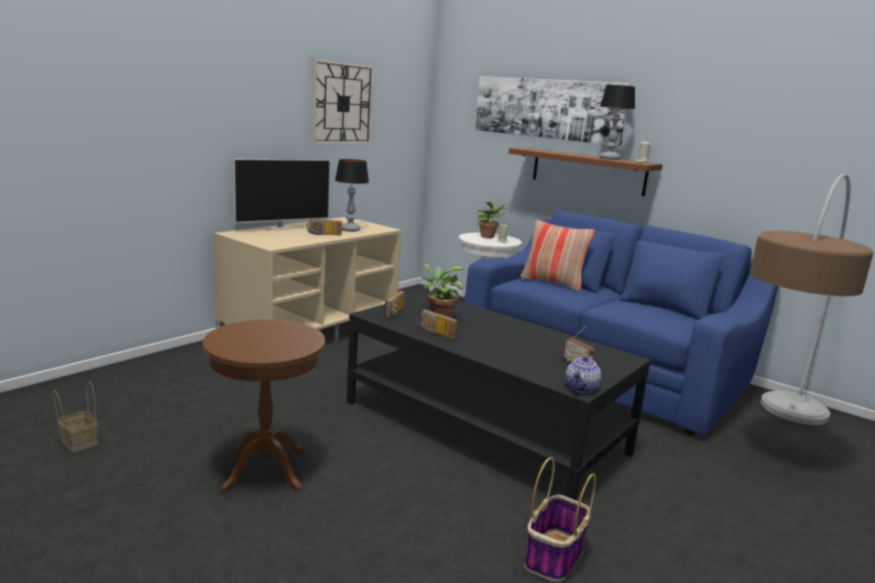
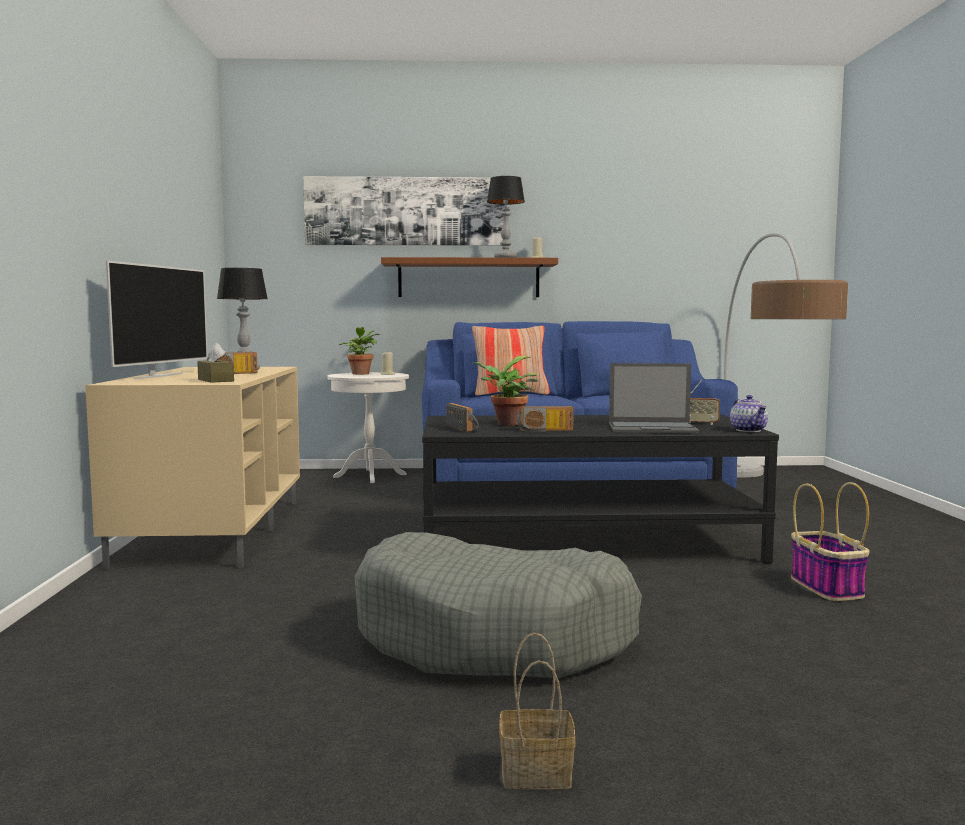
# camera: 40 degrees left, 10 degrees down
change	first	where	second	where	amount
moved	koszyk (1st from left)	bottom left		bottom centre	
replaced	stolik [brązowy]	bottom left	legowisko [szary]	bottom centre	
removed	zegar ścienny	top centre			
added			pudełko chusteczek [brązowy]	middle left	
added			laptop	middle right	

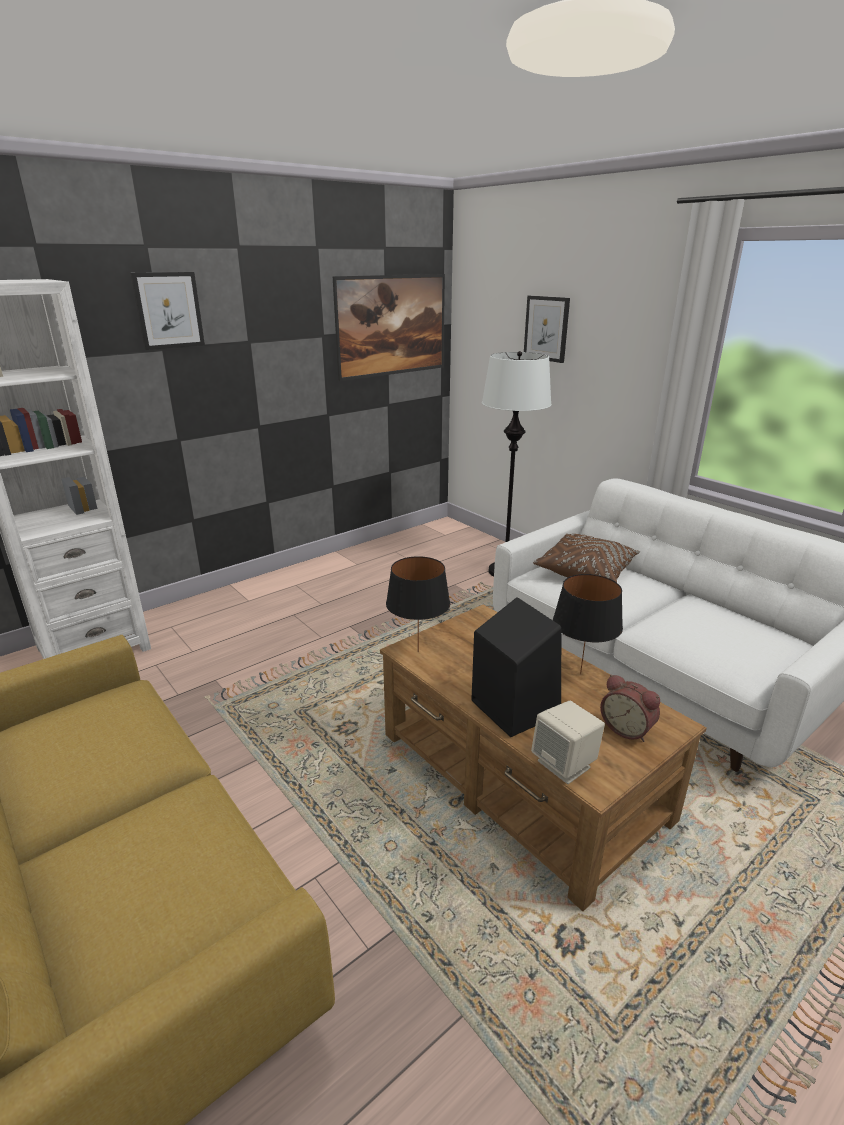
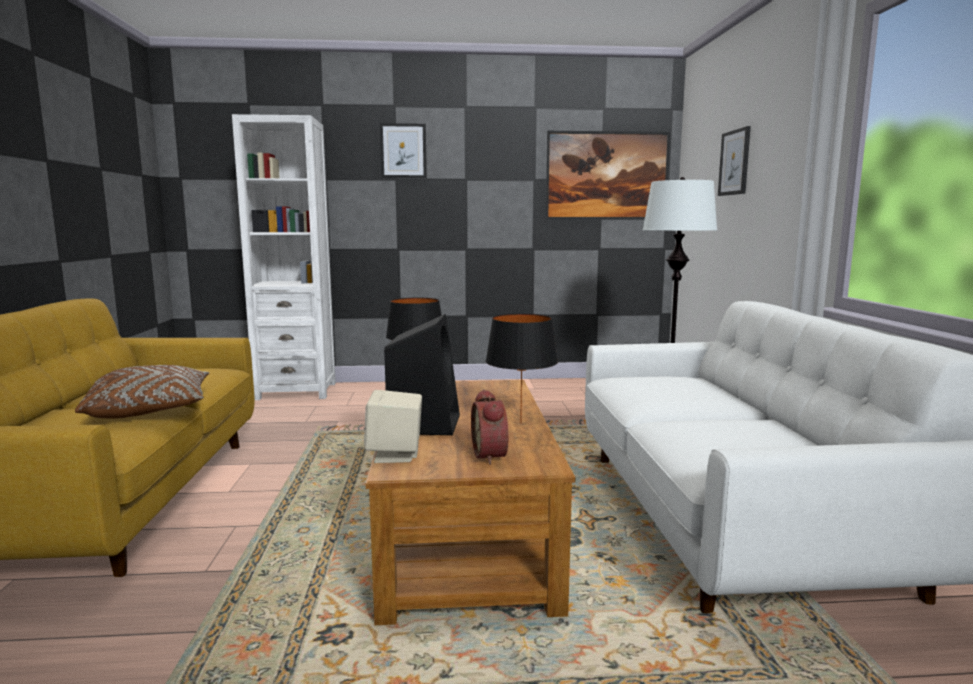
# camera: 35 degrees right, 15 degrees down
change	first	where	second	where	amount
moved	poduszka [brązowy]	middle right		middle left	

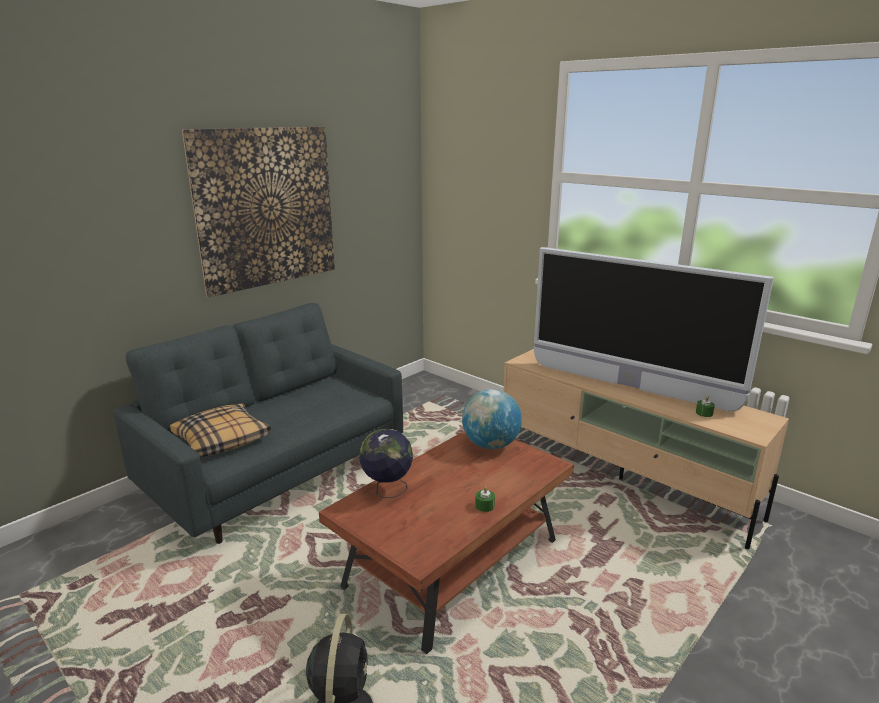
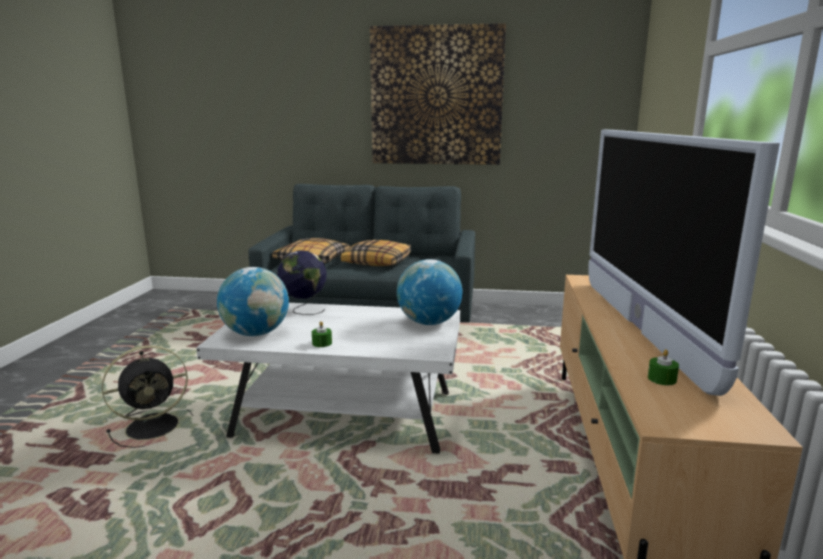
# camera: 55 degrees right, 5 degrees down
change	first	where	second	where	amount
recoloured	ława [brązowy]	bottom centre	ława [biały]	bottom centre	
added			globus (1st from left)	middle left	
added			poduszka (2nd from left)	centre	

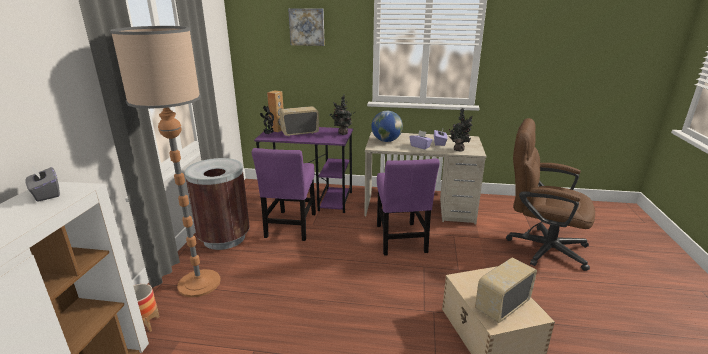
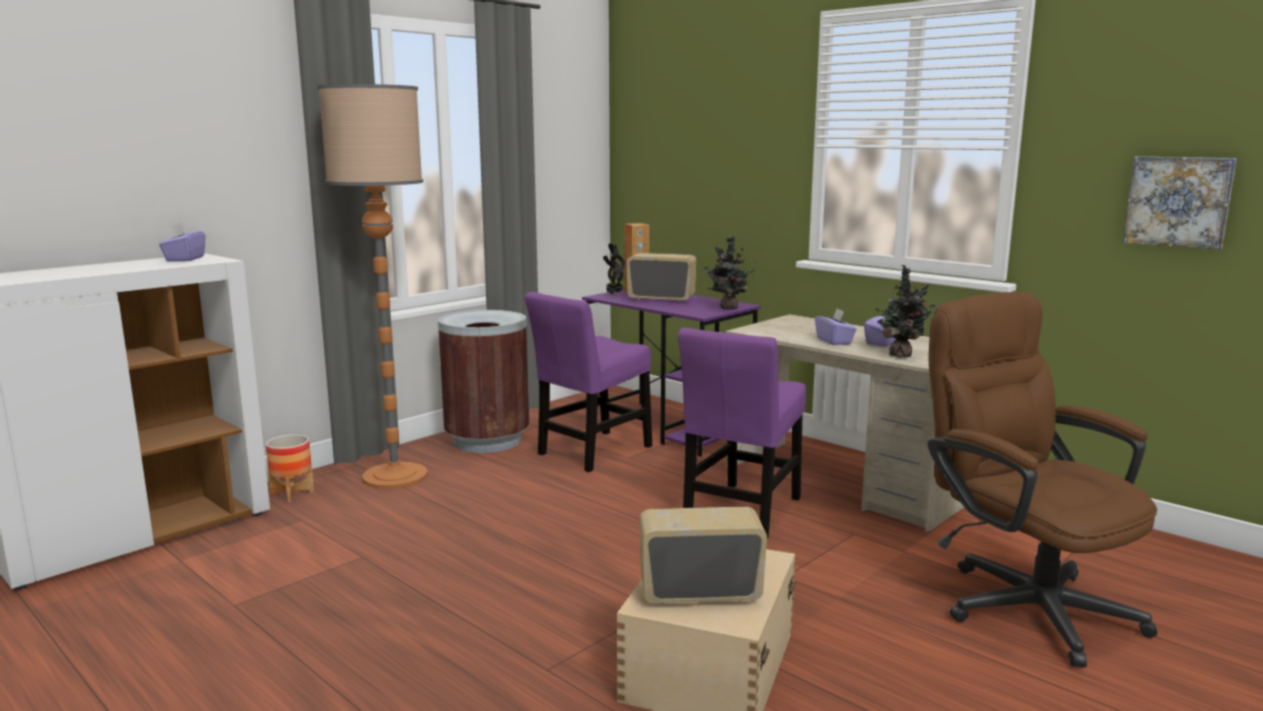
# camera: 35 degrees right, 10 degrees down
change	first	where	second	where	amount
recoloured	pudełko chusteczek [szary]	middle left	pudełko chusteczek [fioletowy] (1st from left)	middle left	
moved	obraz	top centre		top right	
removed	globus	centre			

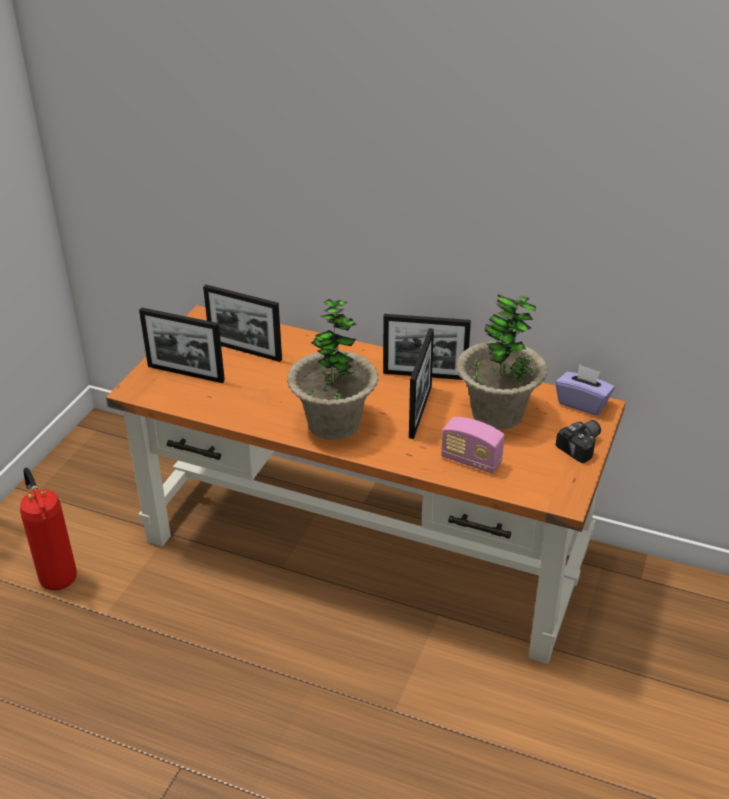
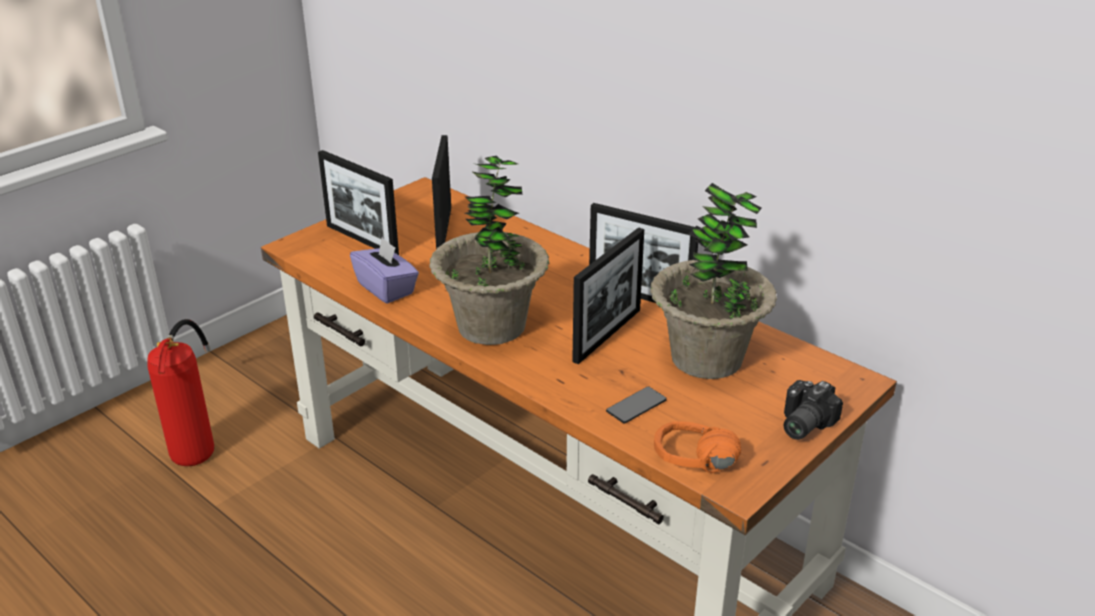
# camera: 20 degrees right, 5 degrees down
change	first	where	second	where	amount
turned	ramka na zdjęcie (2nd from left)	middle left		top centre	45 degrees clockwise
replaced	radio	centre	telefon	centre	
moved	pudełko chusteczek [fioletowy]	middle right		centre	
turned	aparat fotograficzny	middle right		middle right	150 degrees clockwise
added			słuchawki [pomarańczowy]	bottom centre	

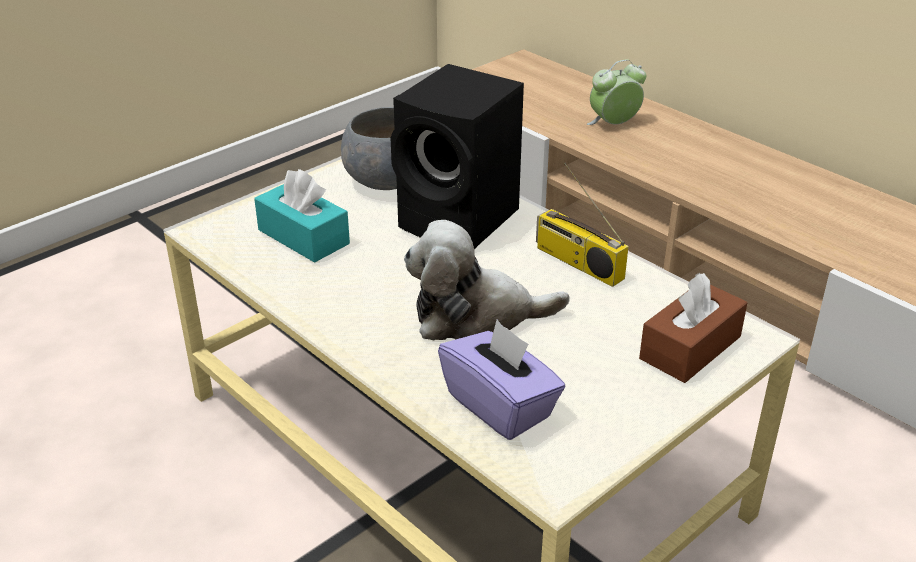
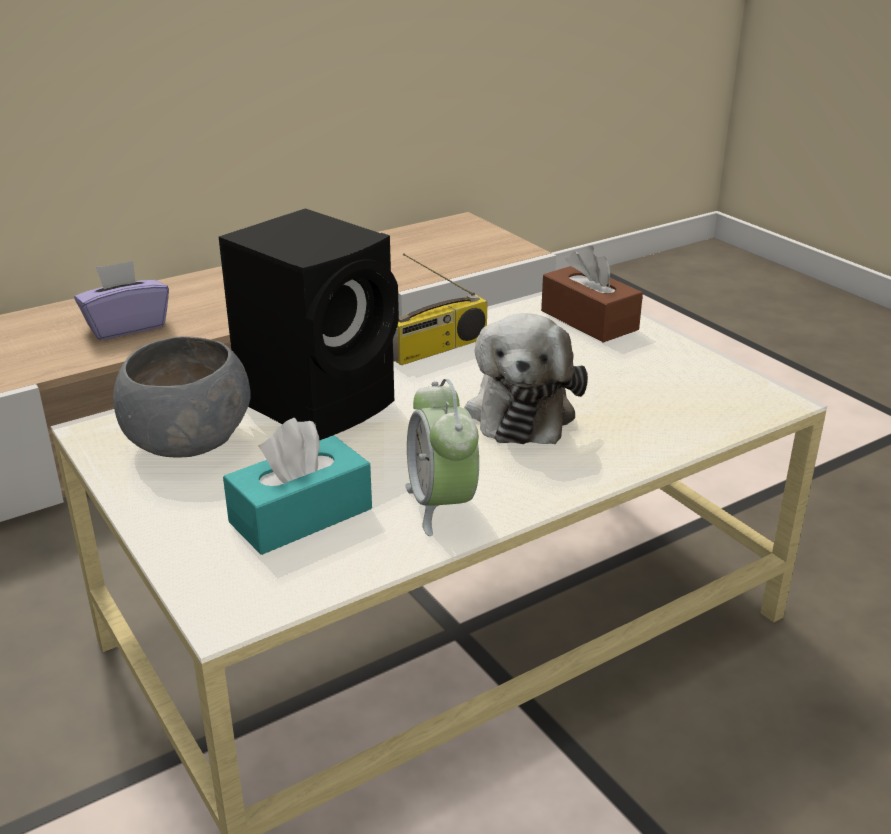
# camera: 80 degrees left, 5 degrees down
change	first	where	second	where	amount
moved	pudełko chusteczek [fioletowy]	bottom centre		middle left	
moved	budzik	top right		centre	

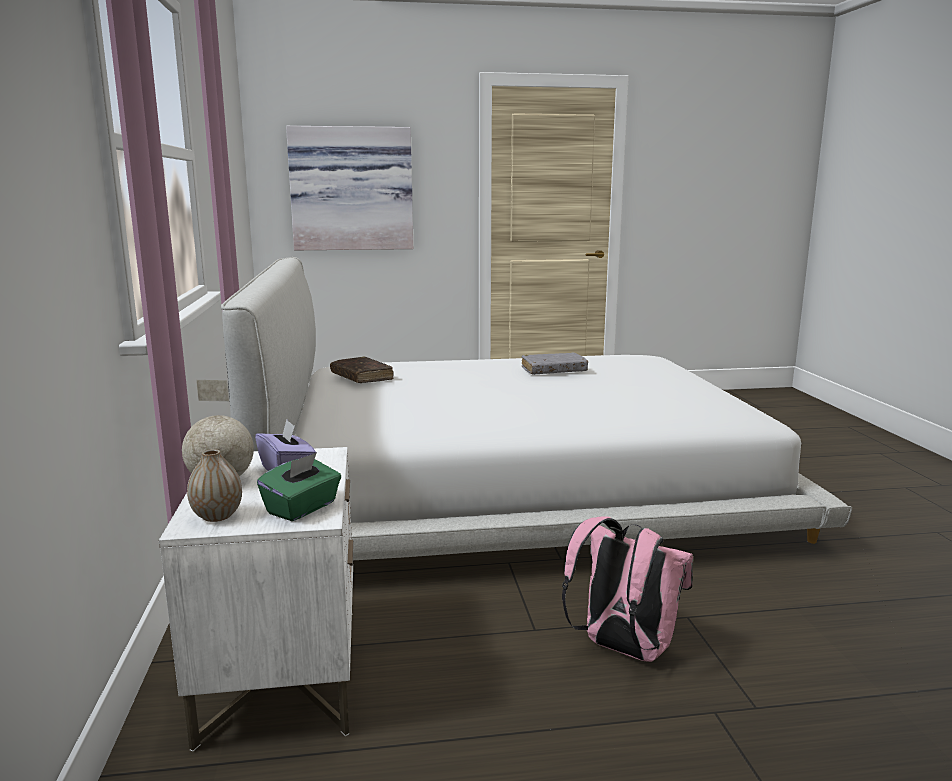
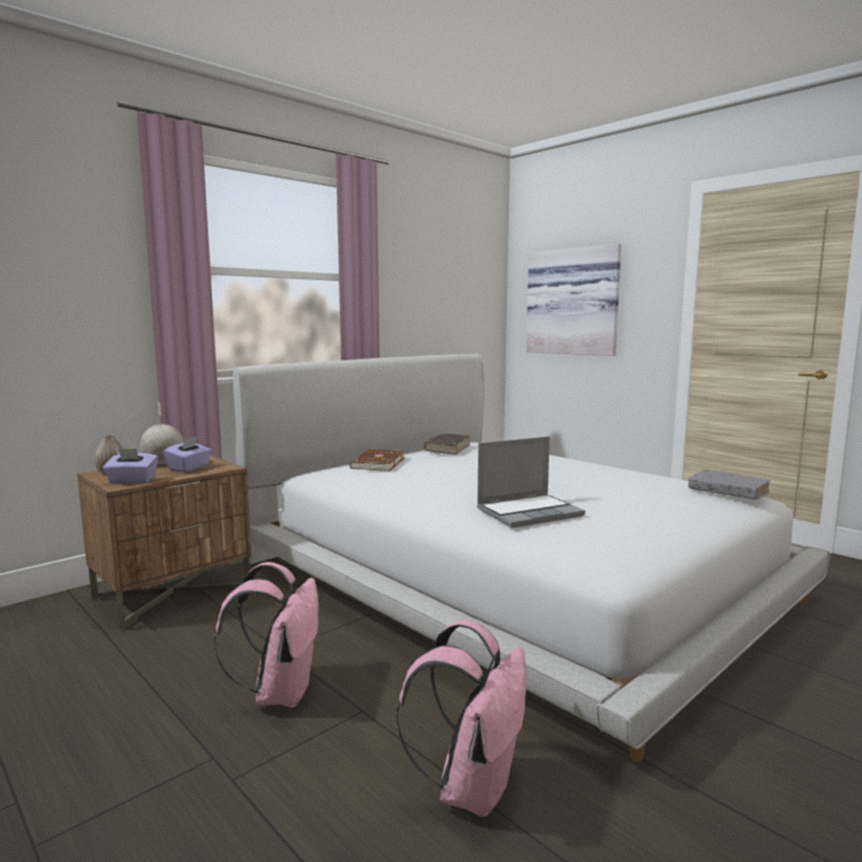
# camera: 55 degrees right, 5 degrees down
change	first	where	second	where	amount
recoloured	szafka nocna [biały]	bottom left	szafka nocna [brązowy]	middle left	
recoloured	pudełko chusteczek [zielony]	middle left	pudełko chusteczek [fioletowy] (1st from left)	middle left	
moved	książka [szary]	centre		middle right	
added			książka [brązowy] (1st from left)	centre	
added			plecak [różowy] (2nd from left)	bottom centre	
added			laptop	centre	

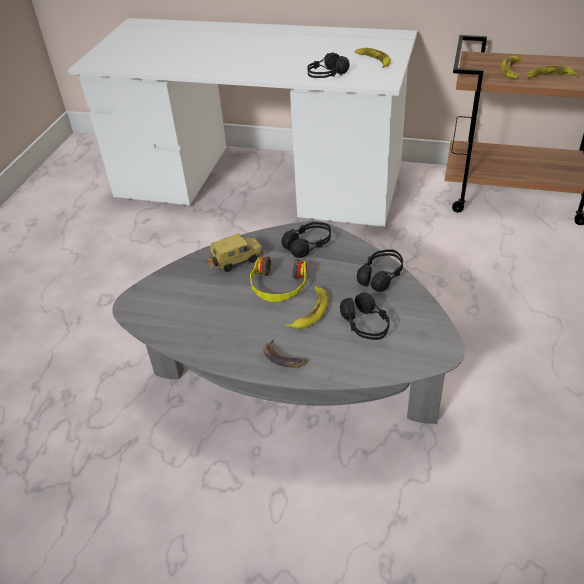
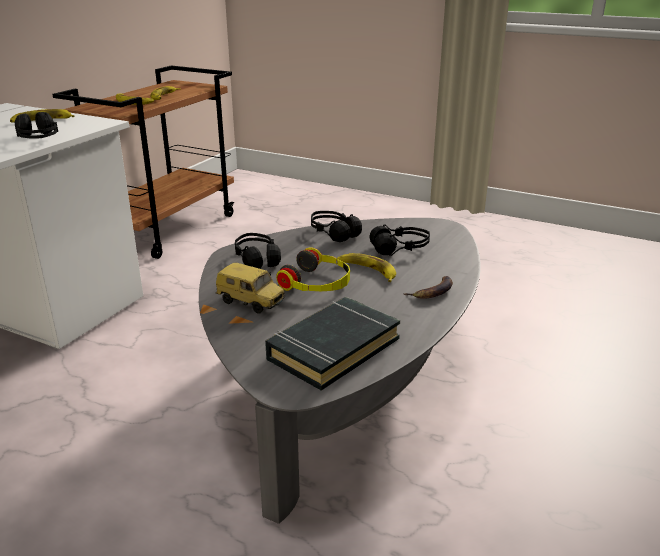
# camera: 80 degrees left, 15 degrees down
change	first	where	second	where	amount
turned	samochodzik	centre		centre	135 degrees clockwise
added			książka [czarny]	centre	

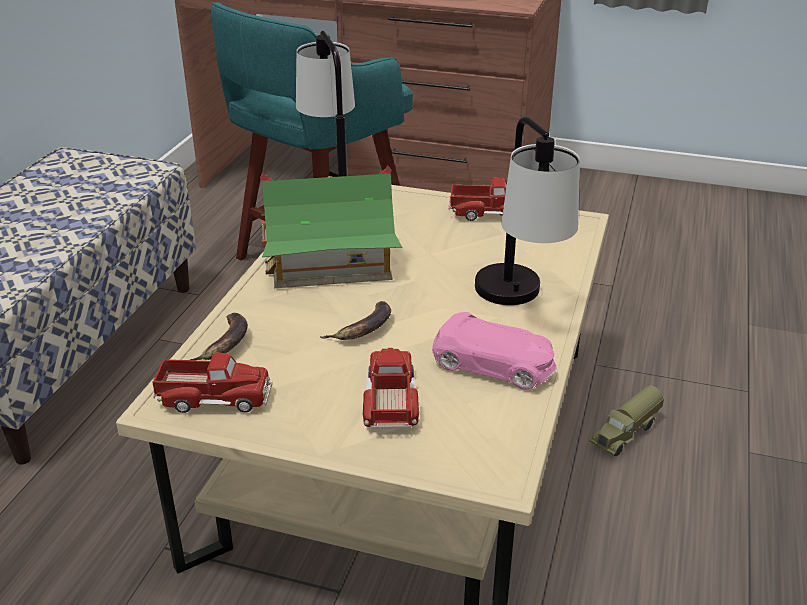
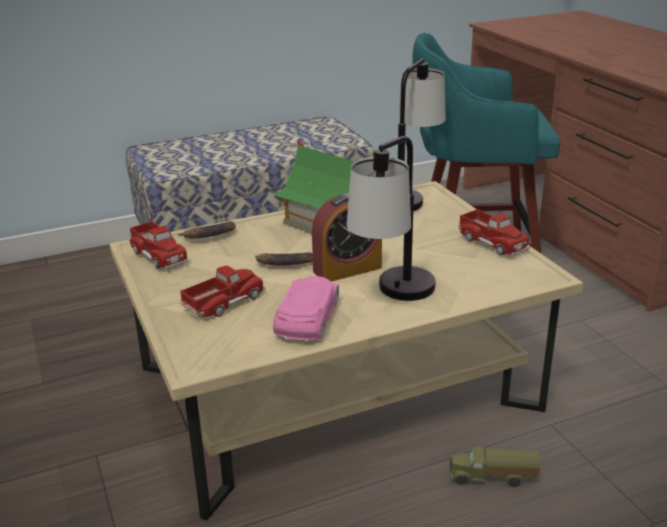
# camera: 50 degrees right, 5 degrees down
change	first	where	second	where	amount
turned	samochodzik [różowy]	centre		centre	150 degrees counterclockwise
added			budzik	centre	

